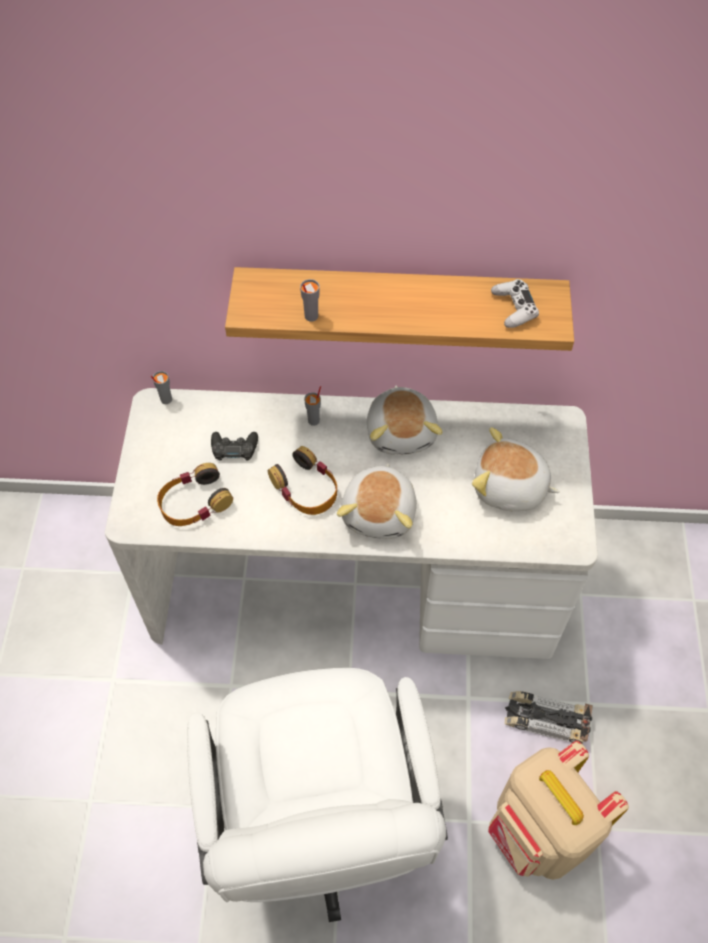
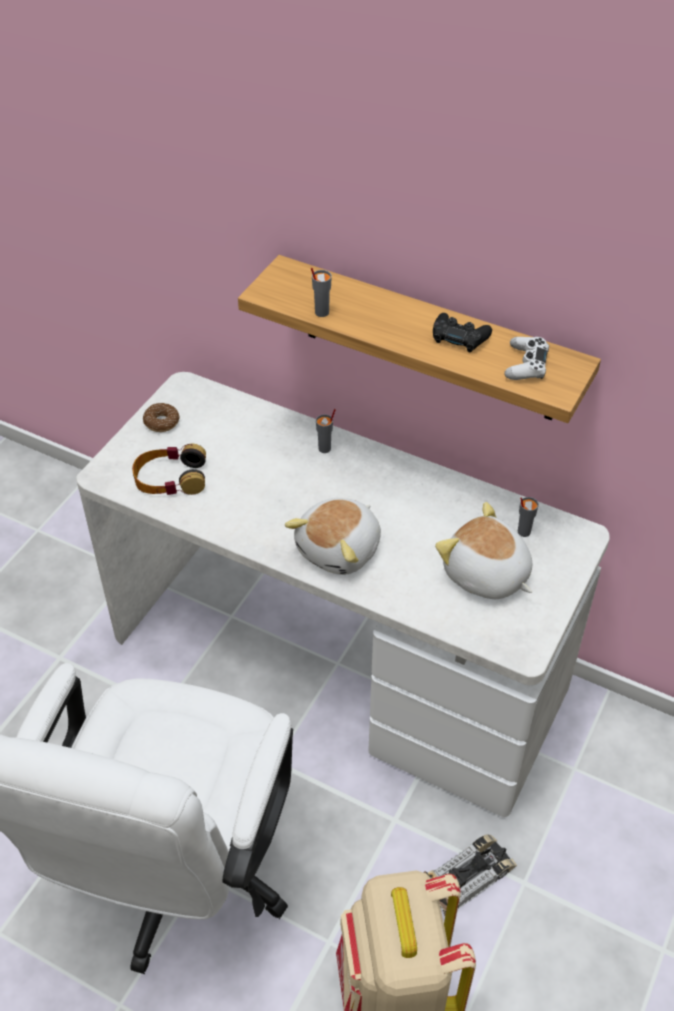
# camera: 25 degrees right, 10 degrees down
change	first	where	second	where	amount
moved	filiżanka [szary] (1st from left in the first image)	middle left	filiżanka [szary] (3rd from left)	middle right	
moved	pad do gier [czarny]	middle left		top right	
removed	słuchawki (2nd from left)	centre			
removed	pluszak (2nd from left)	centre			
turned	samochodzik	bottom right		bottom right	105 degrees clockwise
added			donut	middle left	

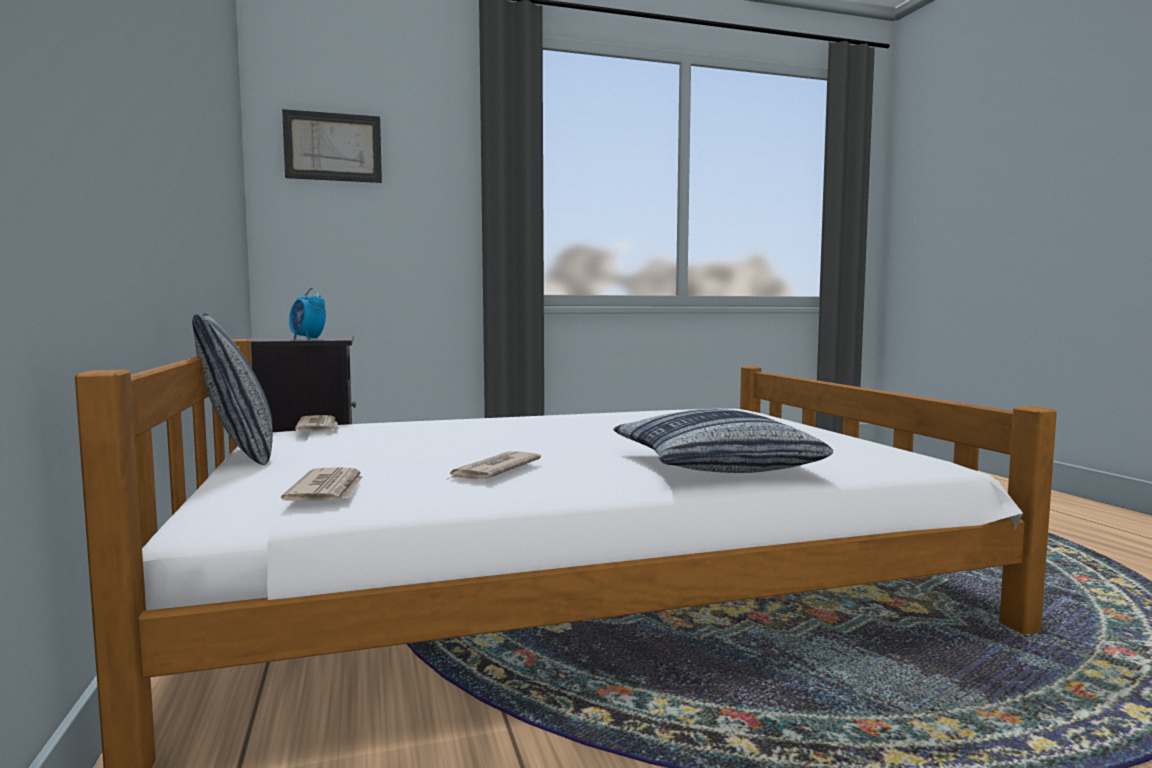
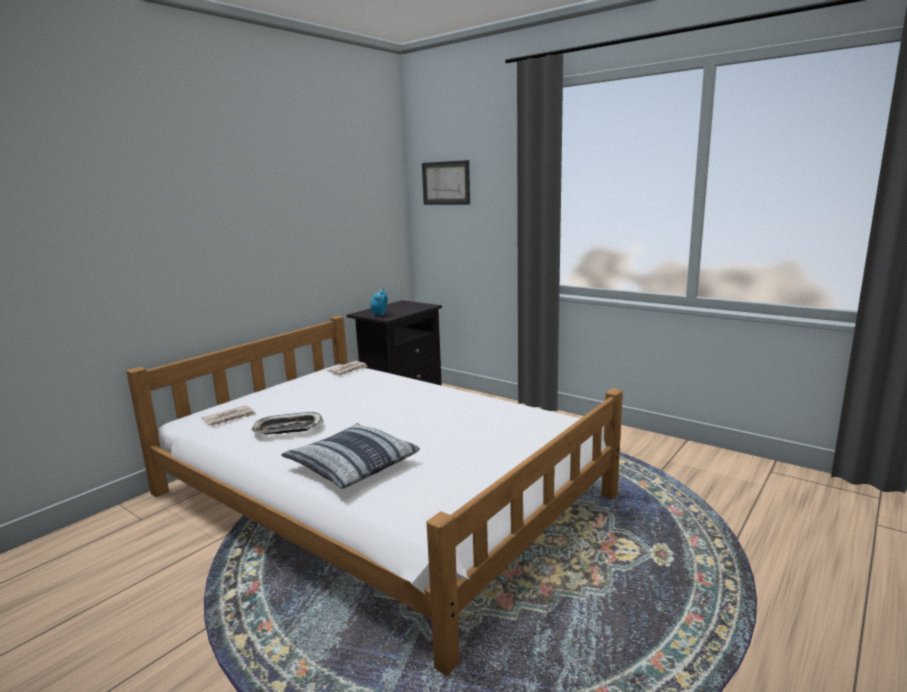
# camera: 55 degrees right, 10 degrees up
change	first	where	second	where	amount
removed	poduszka (1st from left)	middle left			
replaced	gazeta (3rd from left)	centre	taca	middle left	

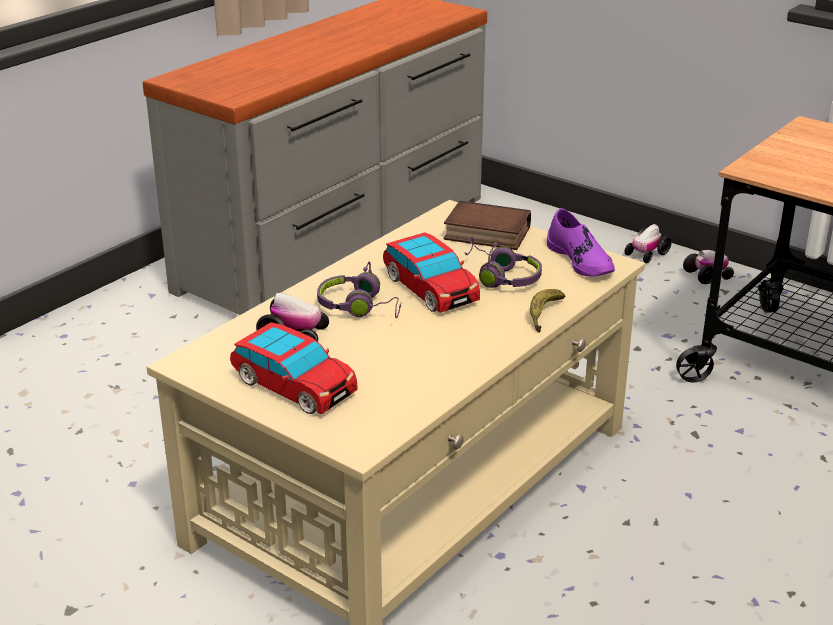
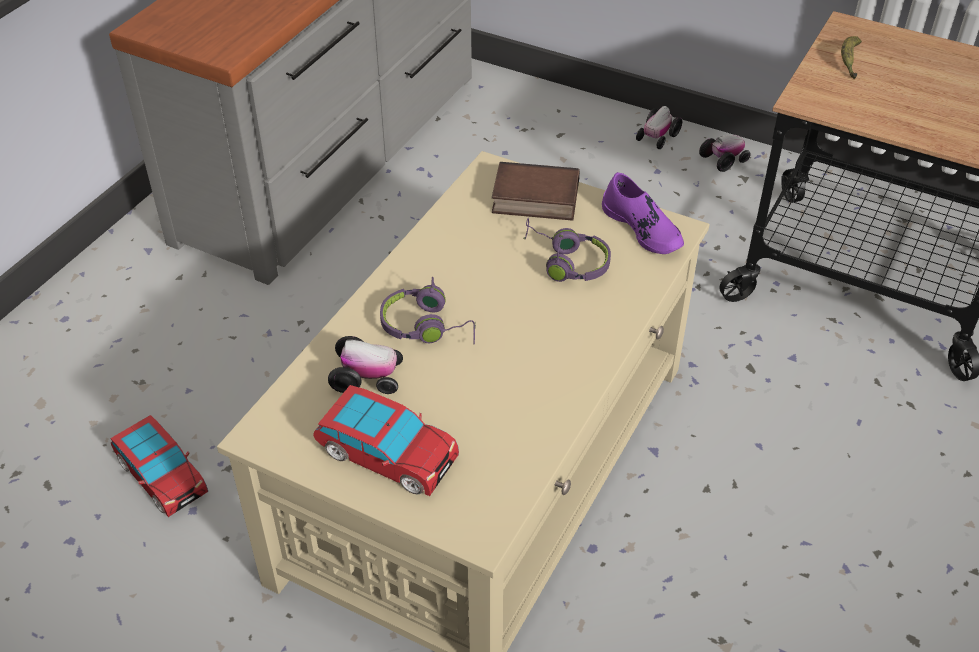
# camera: 10 degrees left, 15 degrees up
change	first	where	second	where	amount
moved	samochodzik (3rd from left in the first image)	centre	samochodzik (1st from left)	bottom left	
moved	banan	centre		top right	

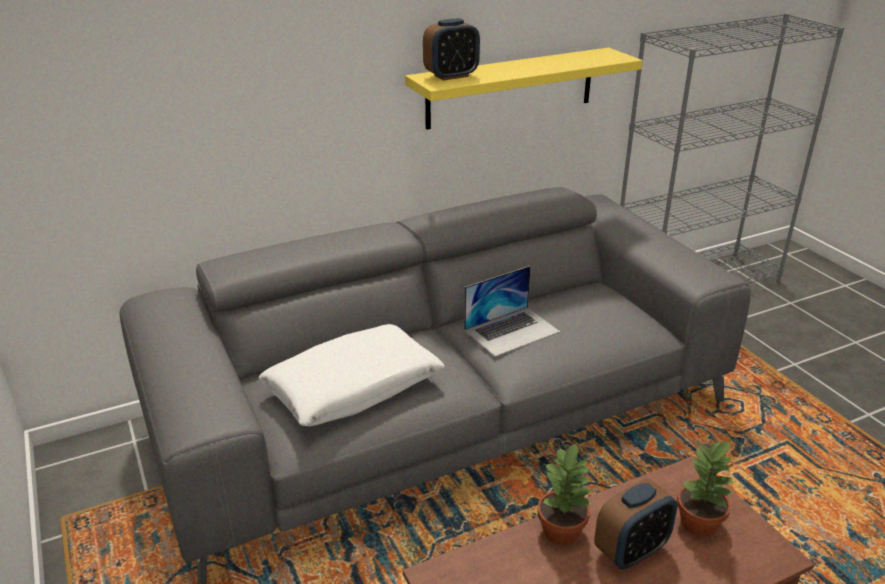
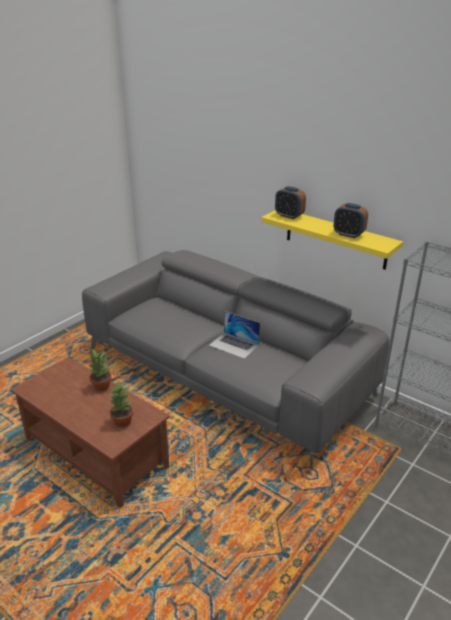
# camera: 65 degrees right, 0 degrees up
change	first	where	second	where	amount
removed	poduszka [biały]	centre			
moved	budzik (2nd from left)	bottom right		middle right	

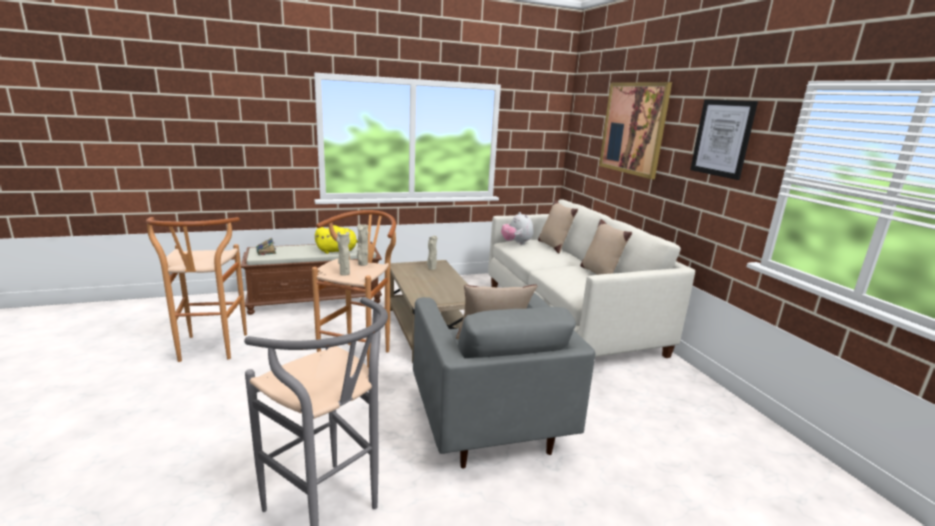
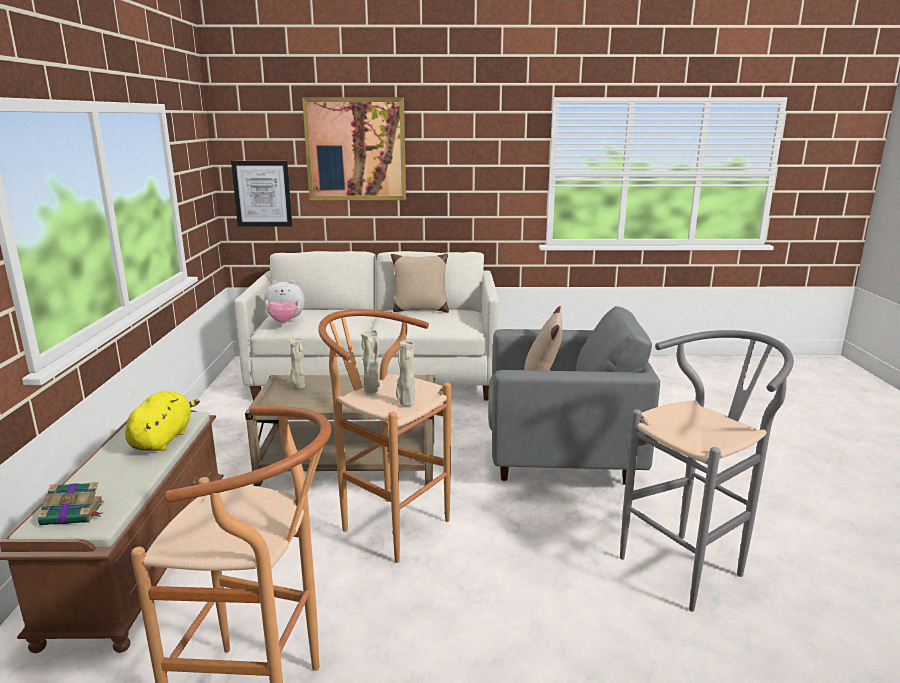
# camera: 70 degrees left, 0 degrees up
change	first	where	second	where	amount
removed	poduszka [beżowy] (2nd from left)	centre			
moved	obraz (2nd from left in the first image)	top right	obraz (1st from left)	top left	

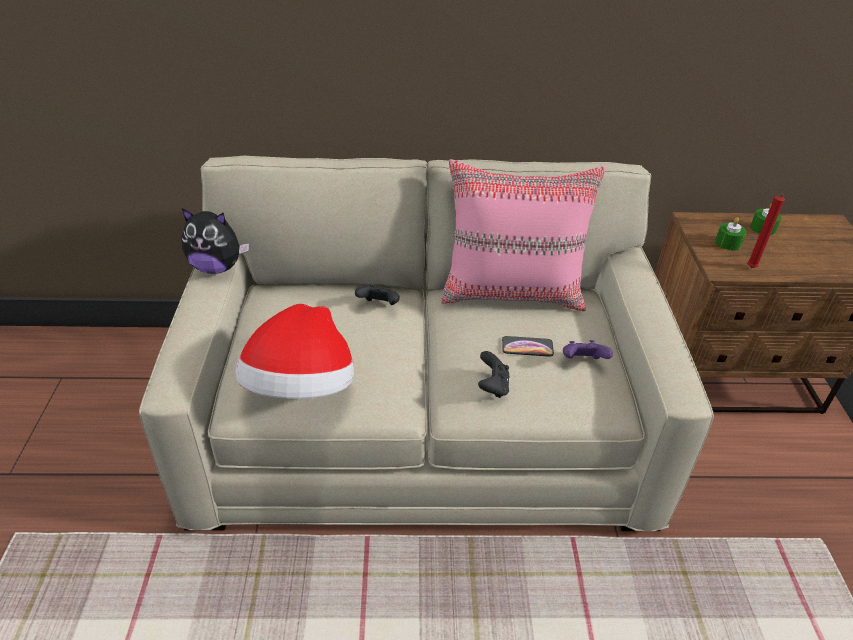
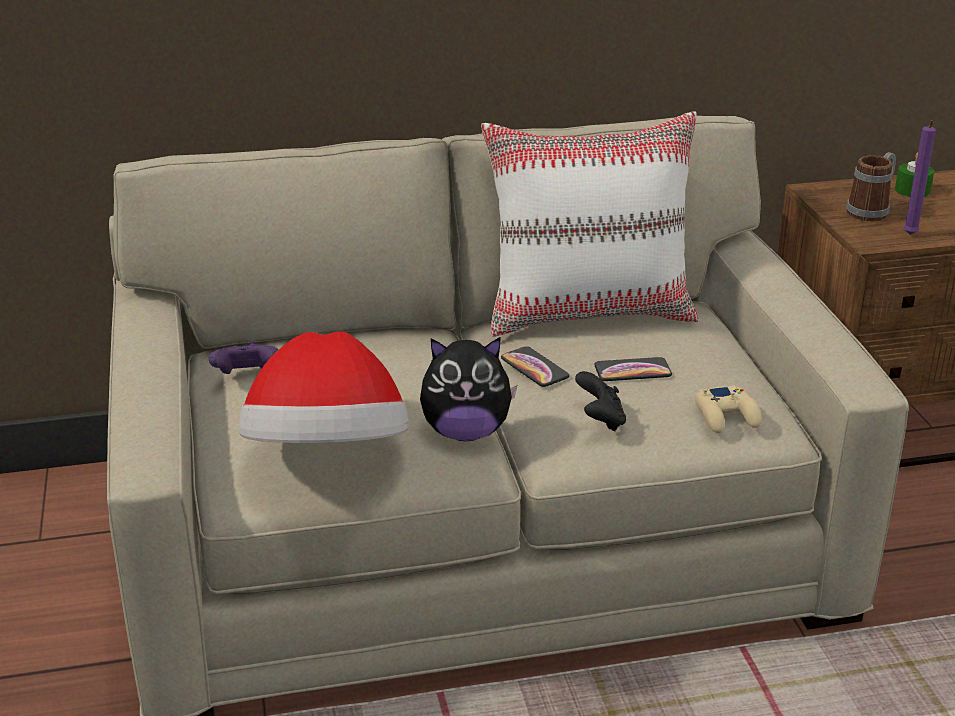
# camera: 10 degrees left, 10 degrees down
change	first	where	second	where	amount
moved	pluszak	middle left		centre	
removed	pad do gier [czarny] (1st from left)	centre			
recoloured	poduszka [różowy]	centre	poduszka [biały]	top centre	
moved	pad do gier [fioletowy]	middle right		middle left	
replaced	świeca [zielony] (1st from left)	middle right	kubek	top right	
recoloured	świeca [czerwony]	middle right	świeca [fioletowy]	top right	
added			telefon (1st from left)	centre	
added			pad do gier [beżowy]	middle right	

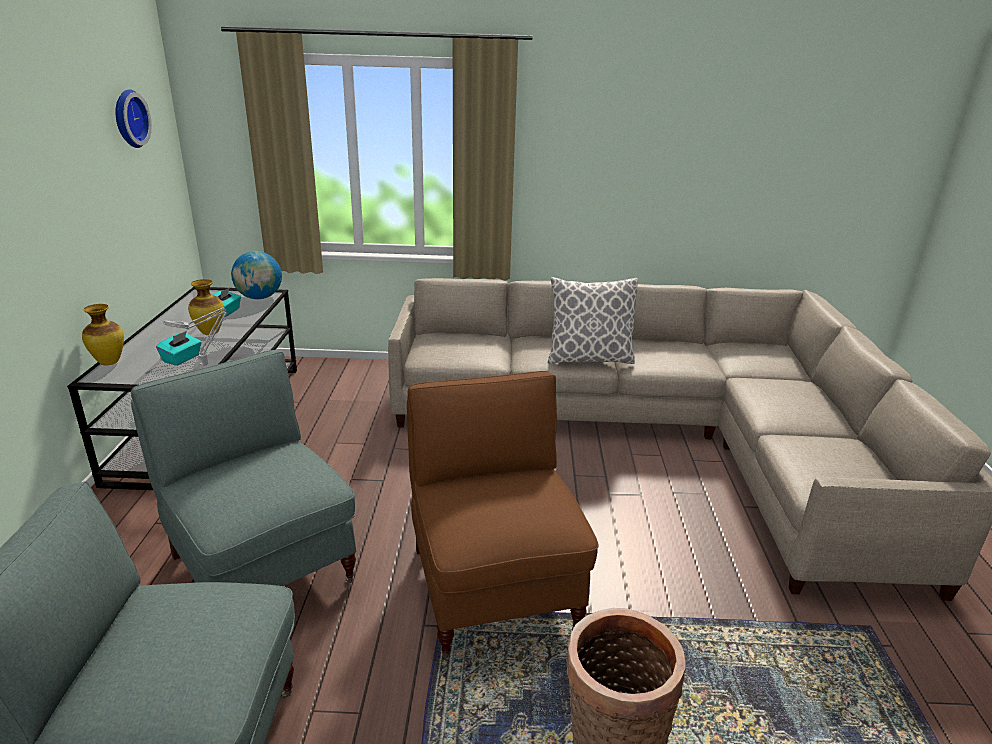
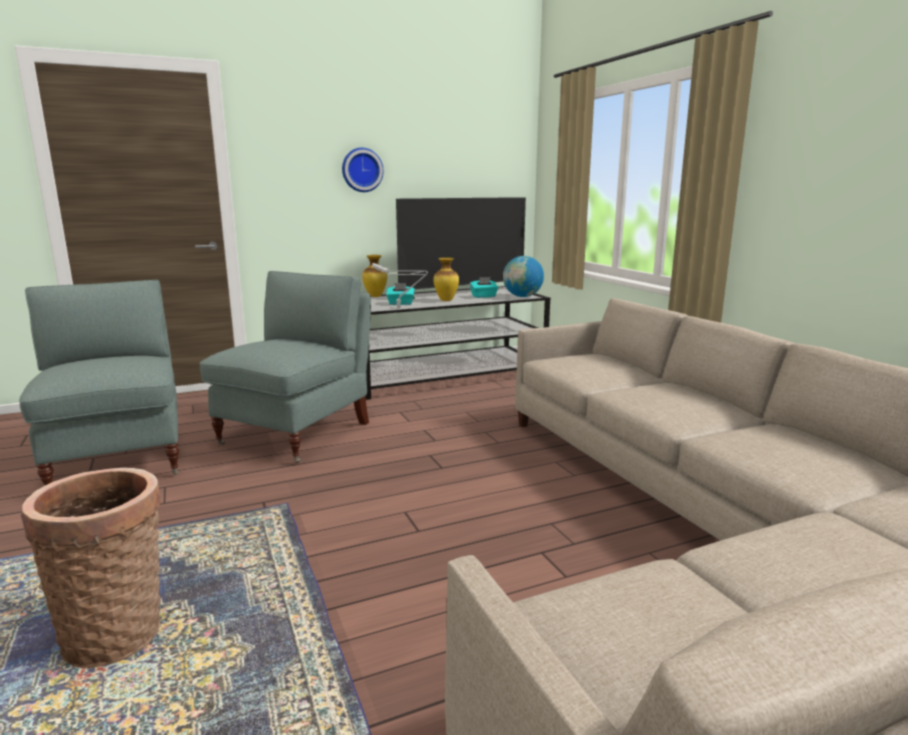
# camera: 65 degrees right, 10 degrees down
change	first	where	second	where	amount
moved	zegar ścienny	top left		top centre	
removed	fotel [brązowy]	bottom centre			
removed	poduszka	centre			
added			telewizor	centre	

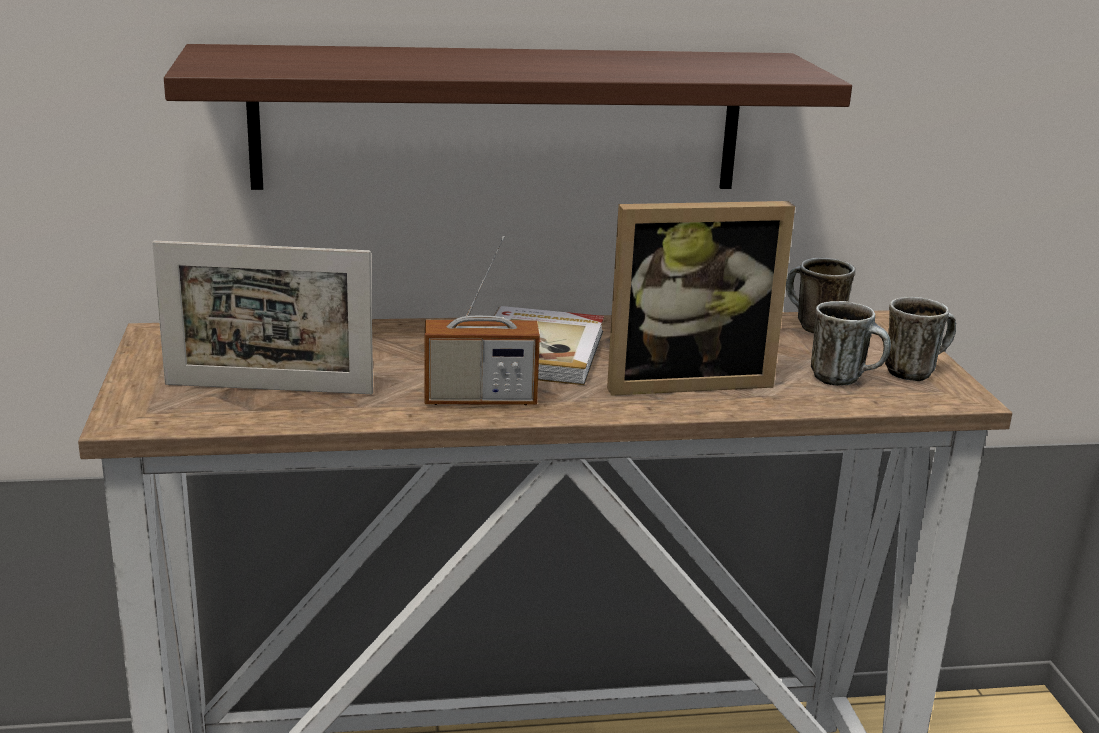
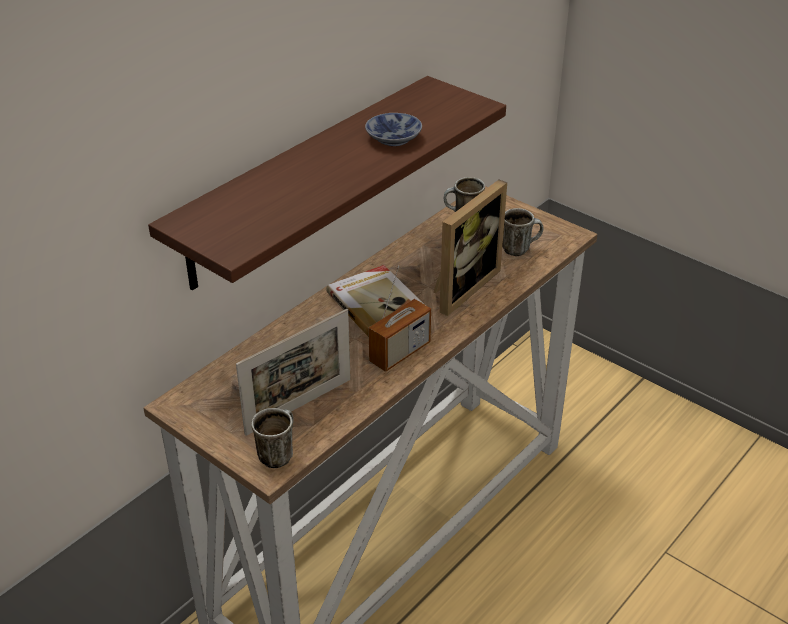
# camera: 40 degrees left, 15 degrees up
change	first	where	second	where	amount
moved	kubek (3rd from left in the first image)	middle right	kubek (1st from left)	bottom centre	
added			miska	top centre	

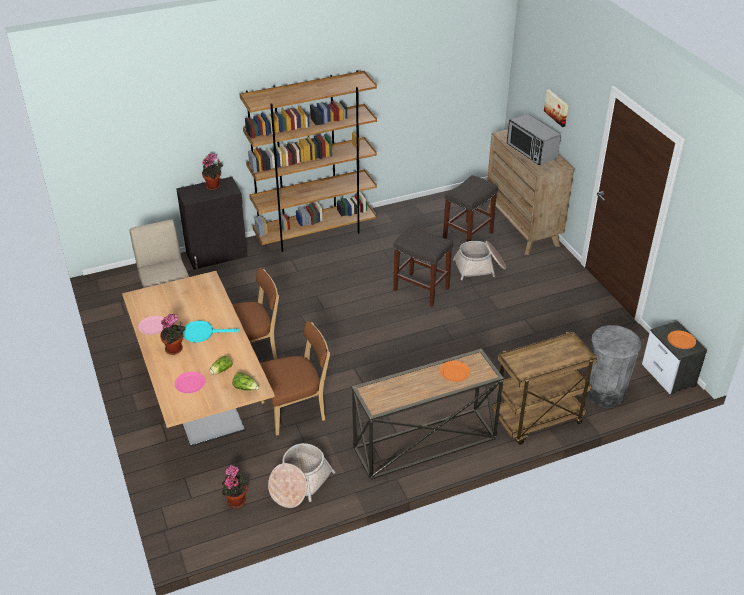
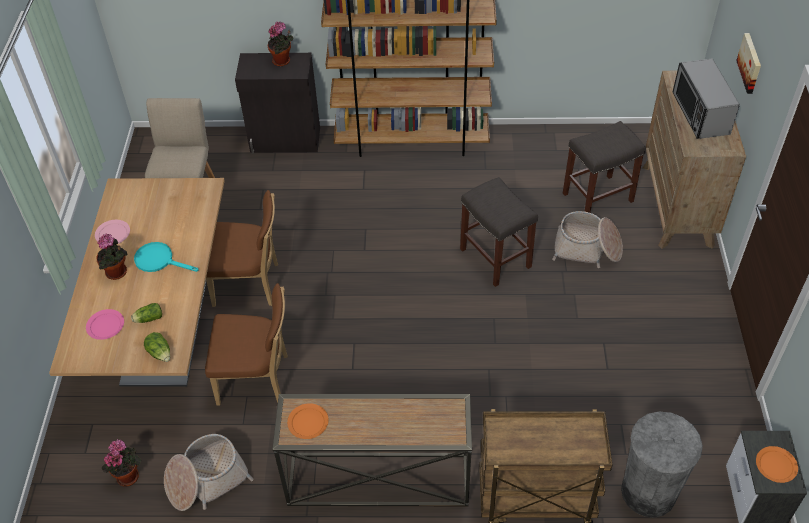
# camera: 25 degrees right, 10 degrees up
change	first	where	second	where	amount
moved	talerz [pomarańczowy] (1st from left)	centre		bottom centre	

